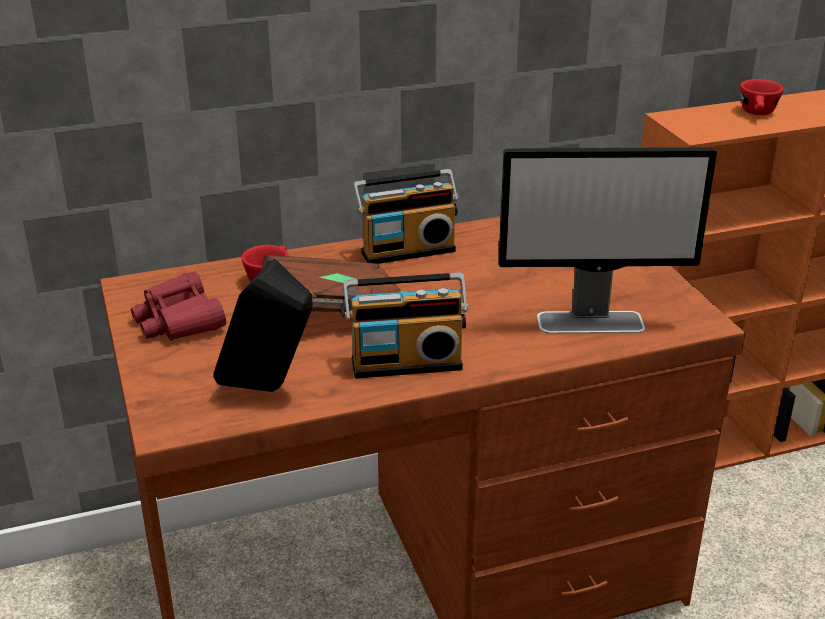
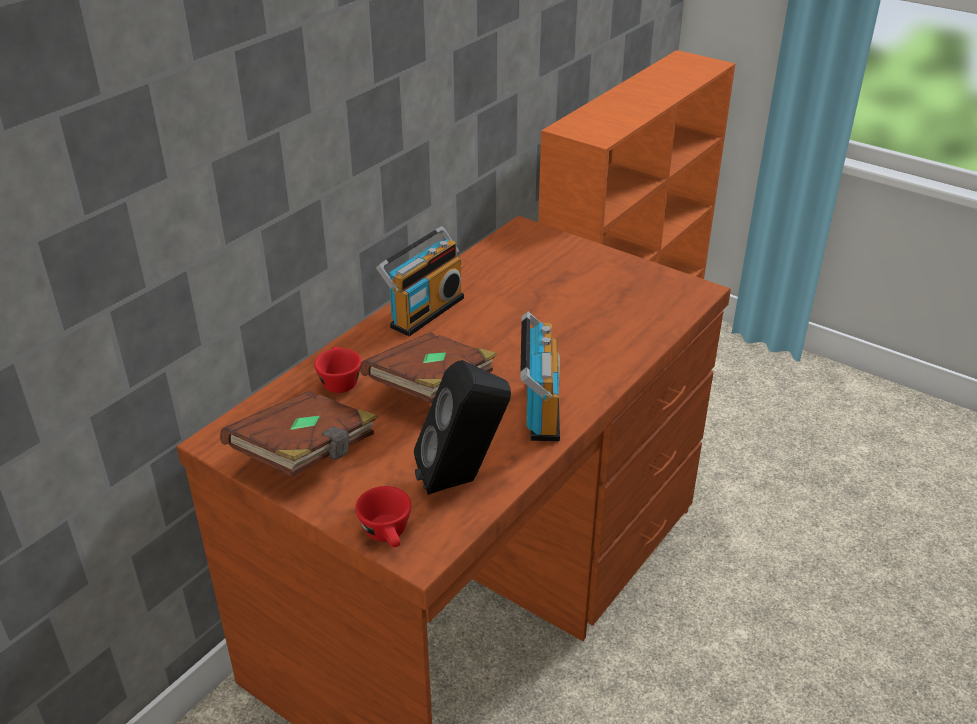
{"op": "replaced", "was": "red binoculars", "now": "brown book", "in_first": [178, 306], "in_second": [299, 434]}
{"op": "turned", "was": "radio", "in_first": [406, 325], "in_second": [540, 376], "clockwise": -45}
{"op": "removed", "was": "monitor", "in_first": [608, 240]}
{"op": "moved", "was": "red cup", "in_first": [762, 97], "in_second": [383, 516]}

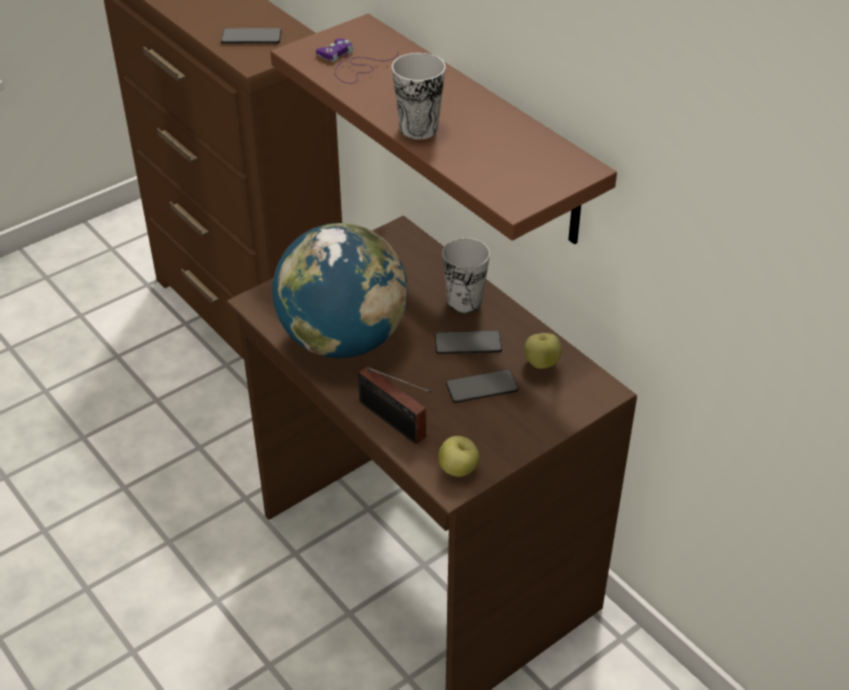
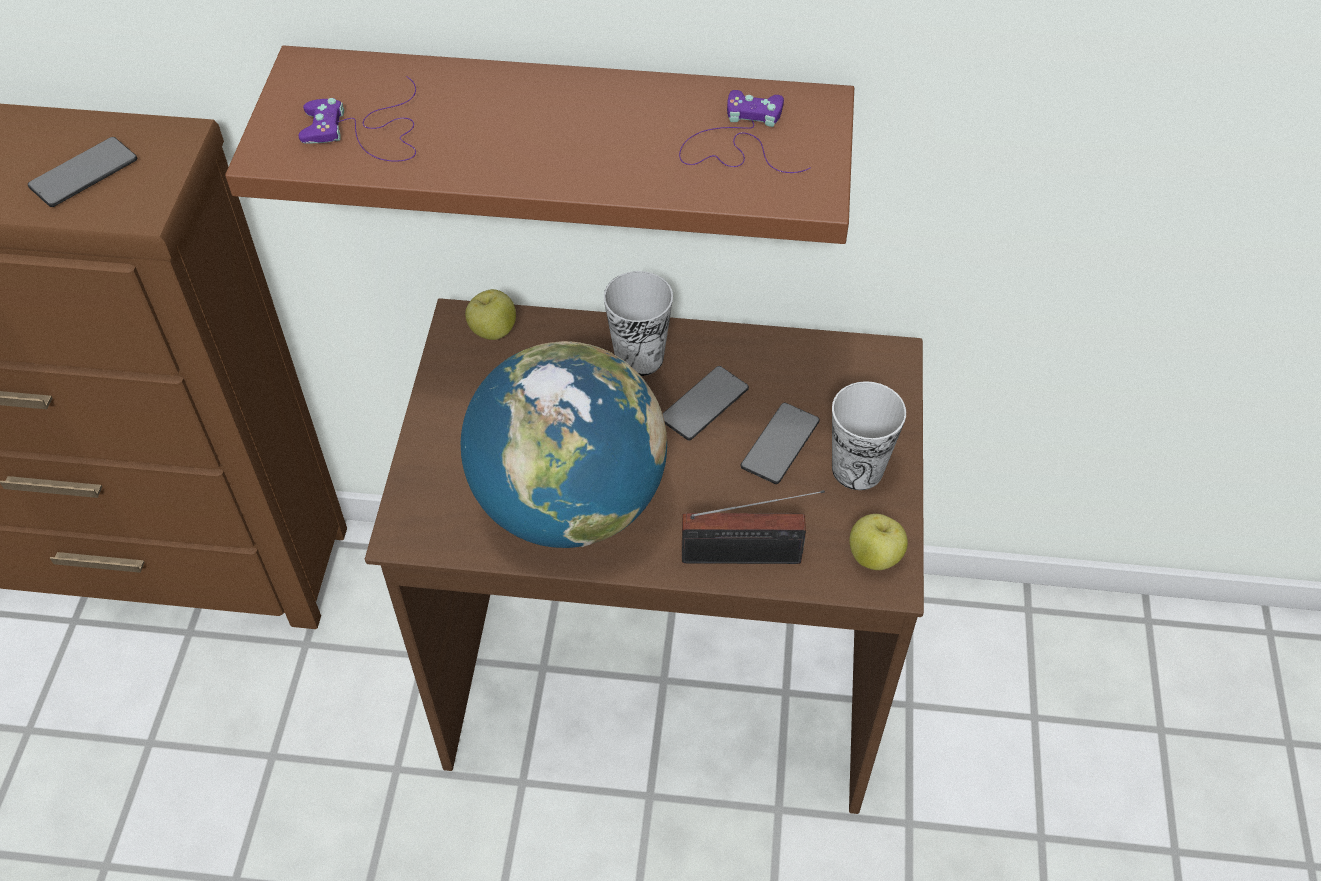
{"op": "moved", "was": "cup", "in_first": [419, 96], "in_second": [869, 435]}
{"op": "moved", "was": "apple", "in_first": [543, 351], "in_second": [490, 314]}
{"op": "added", "now": "purple game controller", "in_second": [745, 131]}

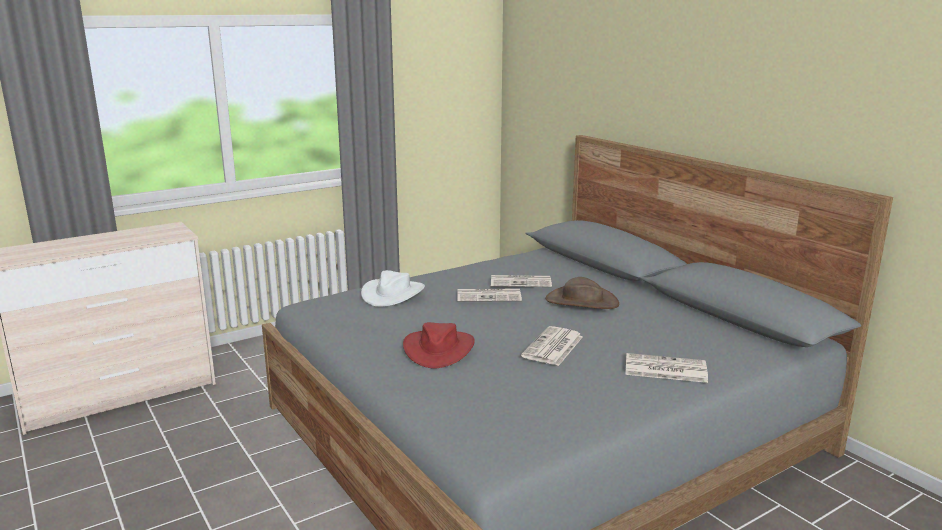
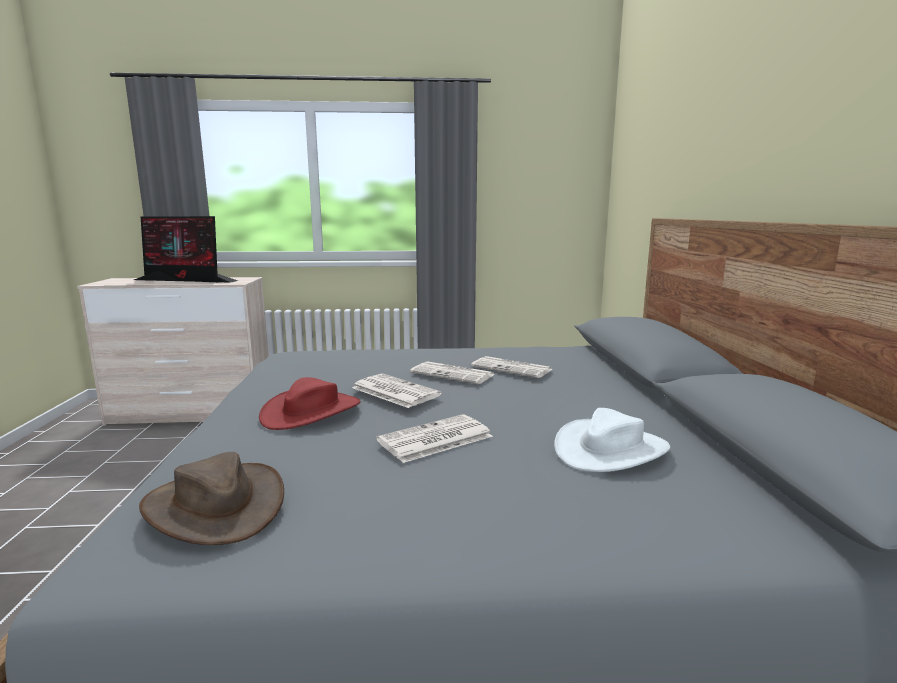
{"op": "moved", "was": "white hat", "in_first": [393, 288], "in_second": [612, 440]}
{"op": "moved", "was": "brown hat", "in_first": [582, 293], "in_second": [211, 498]}
{"op": "moved", "was": "newspaper", "in_first": [666, 368], "in_second": [396, 391]}
{"op": "added", "now": "monitor", "in_second": [186, 249]}

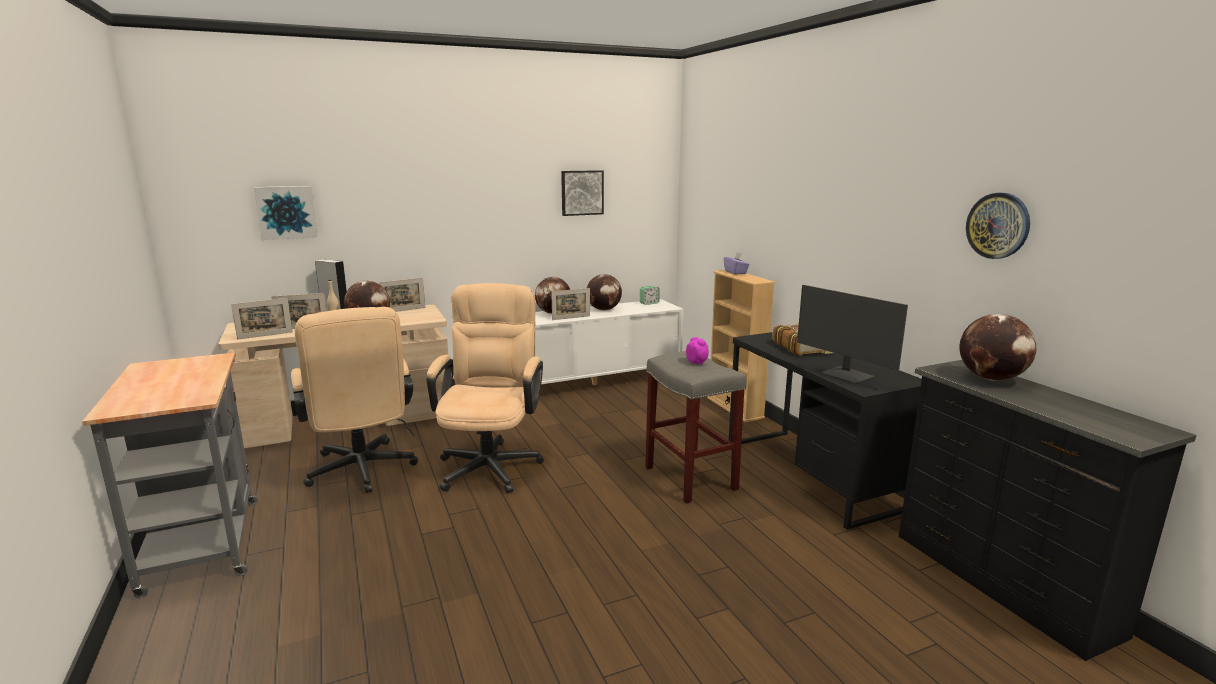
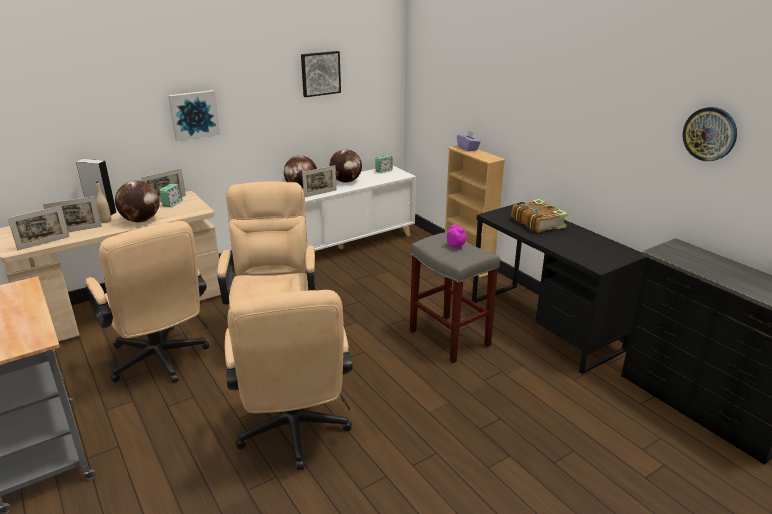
{"op": "moved", "was": "picture", "in_first": [286, 213], "in_second": [194, 116]}
{"op": "removed", "was": "monitor", "in_first": [852, 334]}
{"op": "removed", "was": "globe", "in_first": [998, 347]}
{"op": "added", "now": "alarm clock", "in_second": [171, 195]}
{"op": "added", "now": "beige office chair", "in_second": [288, 380]}

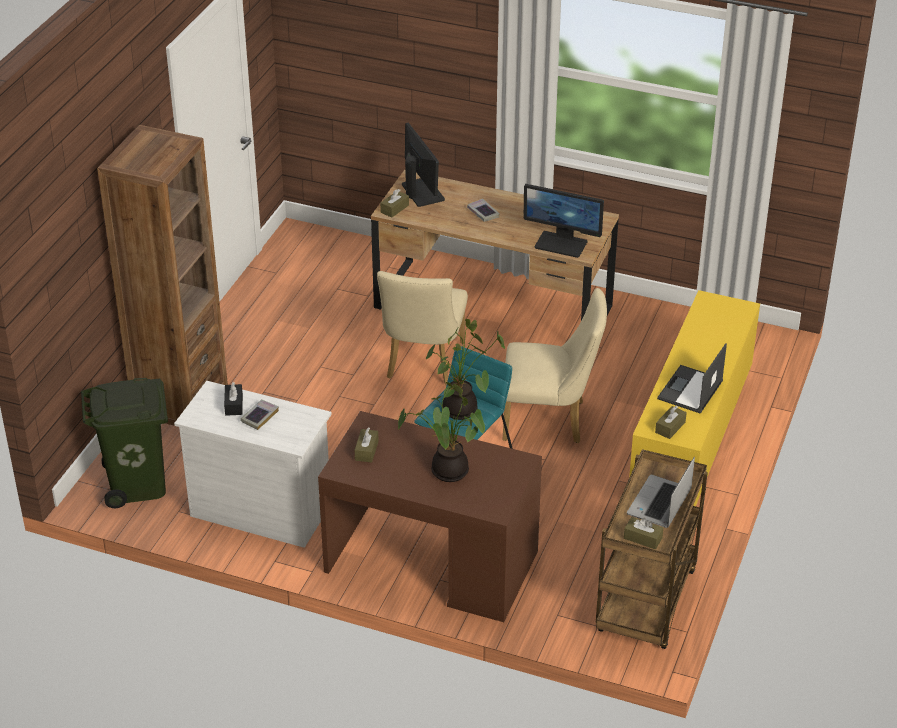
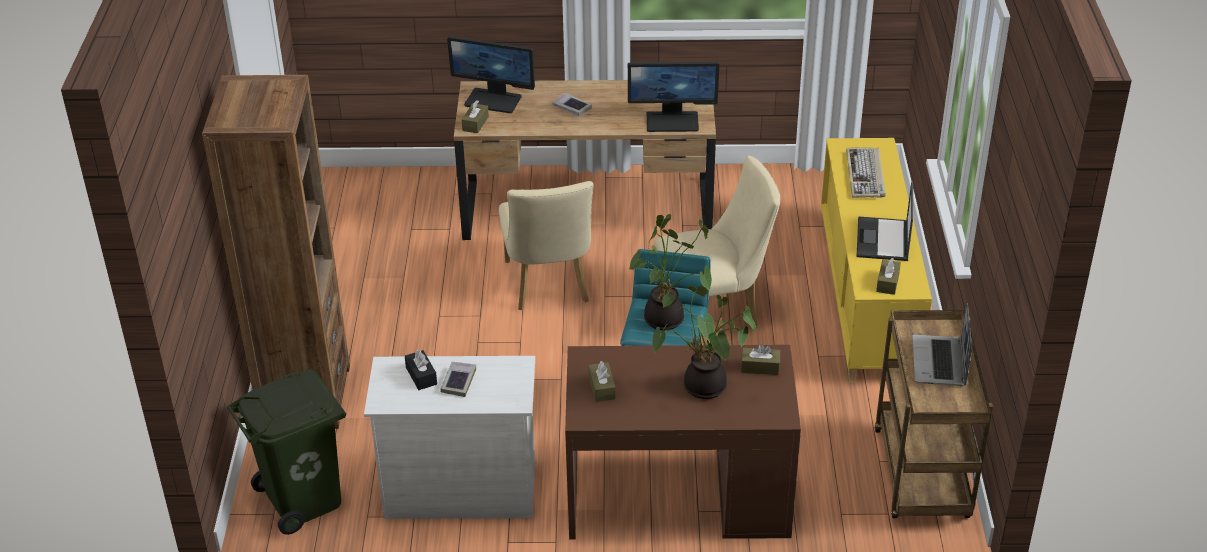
{"op": "turned", "was": "monitor", "in_first": [423, 165], "in_second": [491, 74], "clockwise": 150}
{"op": "moved", "was": "brown tissue box", "in_first": [643, 533], "in_second": [760, 359]}
{"op": "added", "now": "keyboard", "in_second": [866, 172]}

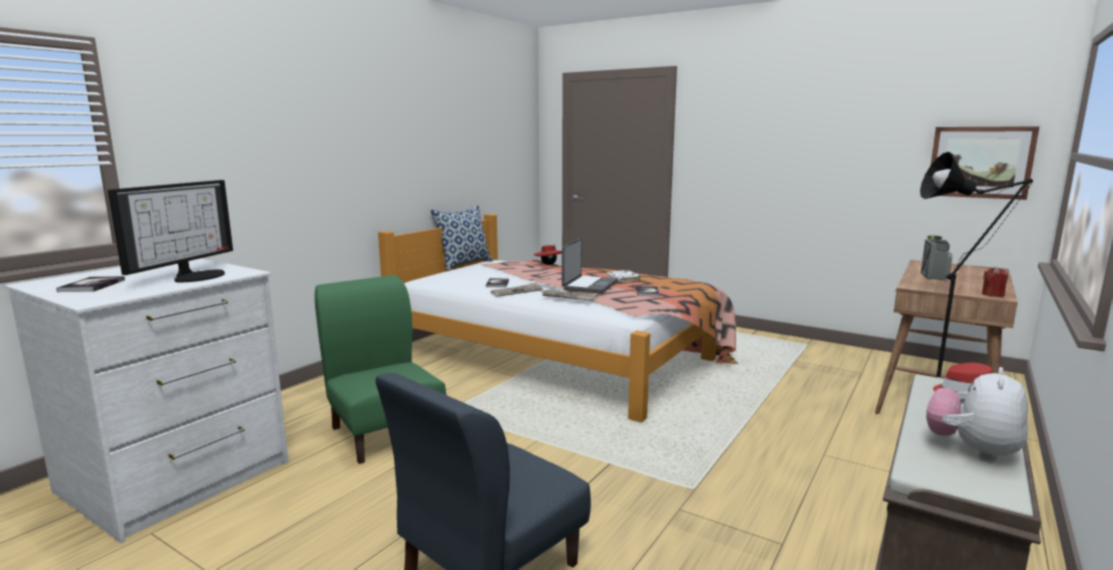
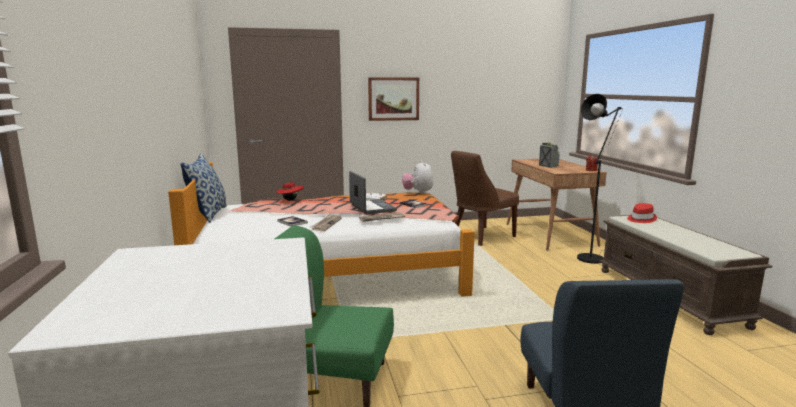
{"op": "removed", "was": "book", "in_first": [90, 284]}
{"op": "removed", "was": "monitor", "in_first": [170, 231]}
{"op": "moved", "was": "plush toy", "in_first": [977, 414], "in_second": [418, 177]}
{"op": "moved", "was": "picture", "in_first": [985, 163], "in_second": [393, 99]}
{"op": "added", "now": "brown chair", "in_second": [485, 198]}

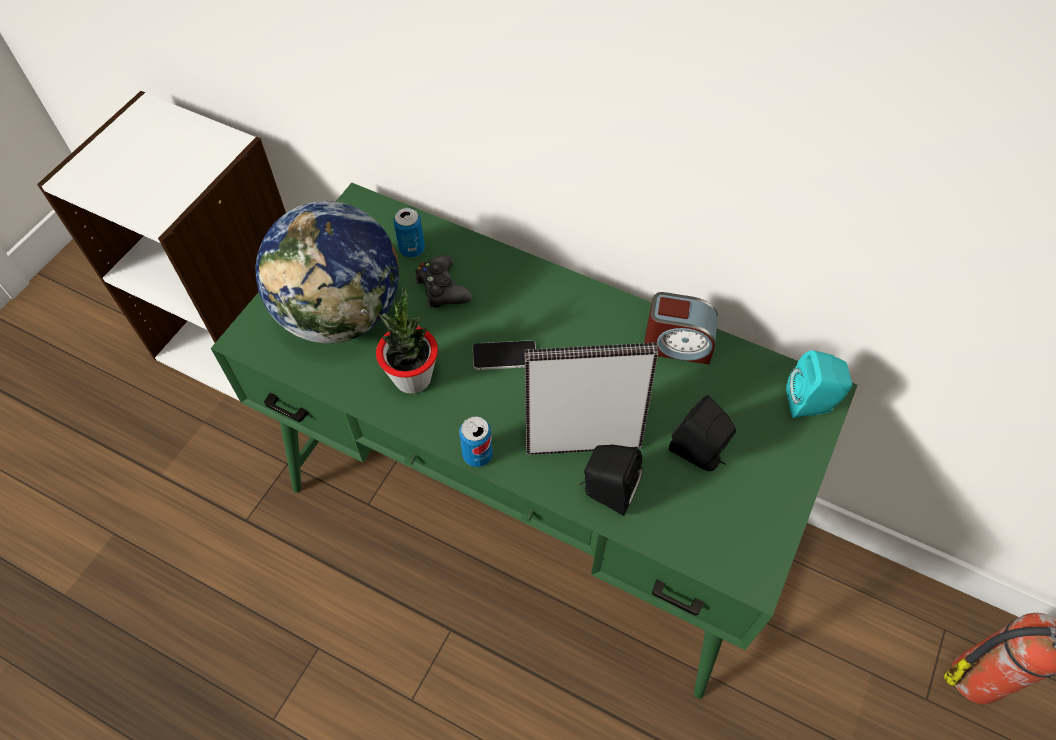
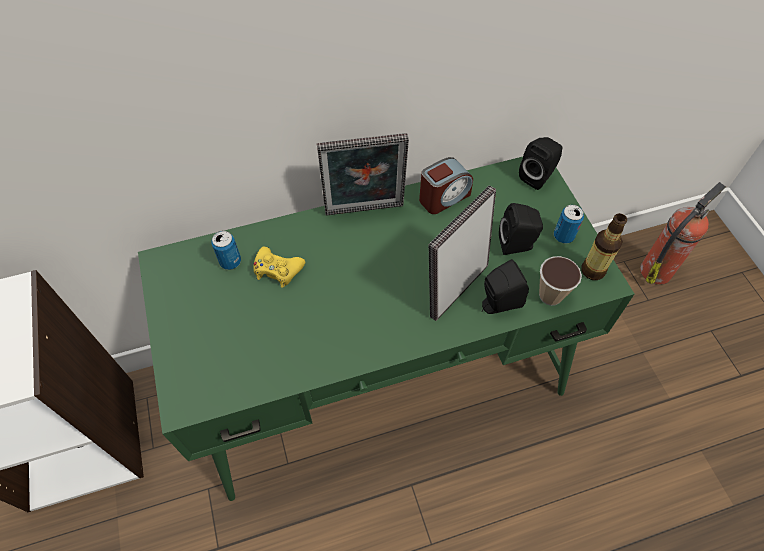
{"op": "removed", "was": "globe", "in_first": [327, 272]}
{"op": "removed", "was": "potted plant", "in_first": [407, 340]}
{"op": "recoloured", "was": "black game controller", "now": "yellow game controller", "in_first": [443, 281], "in_second": [279, 267]}
{"op": "moved", "was": "can", "in_first": [476, 441], "in_second": [569, 224]}
{"op": "removed", "was": "phone", "in_first": [504, 355]}
{"op": "recoloured", "was": "turquoise speaker", "now": "black speaker", "in_first": [819, 384], "in_second": [540, 163]}
{"op": "added", "now": "picture frame", "in_second": [363, 174]}
{"op": "added", "now": "cup", "in_second": [560, 281]}
{"op": "added", "now": "bottle", "in_second": [604, 246]}

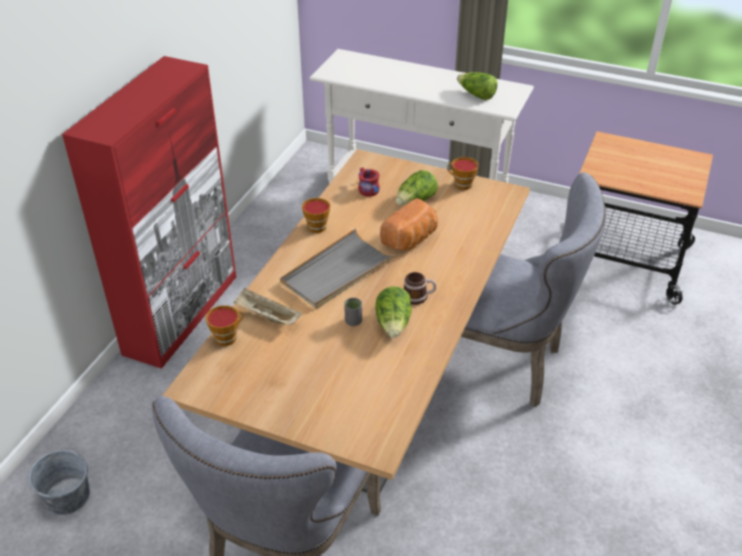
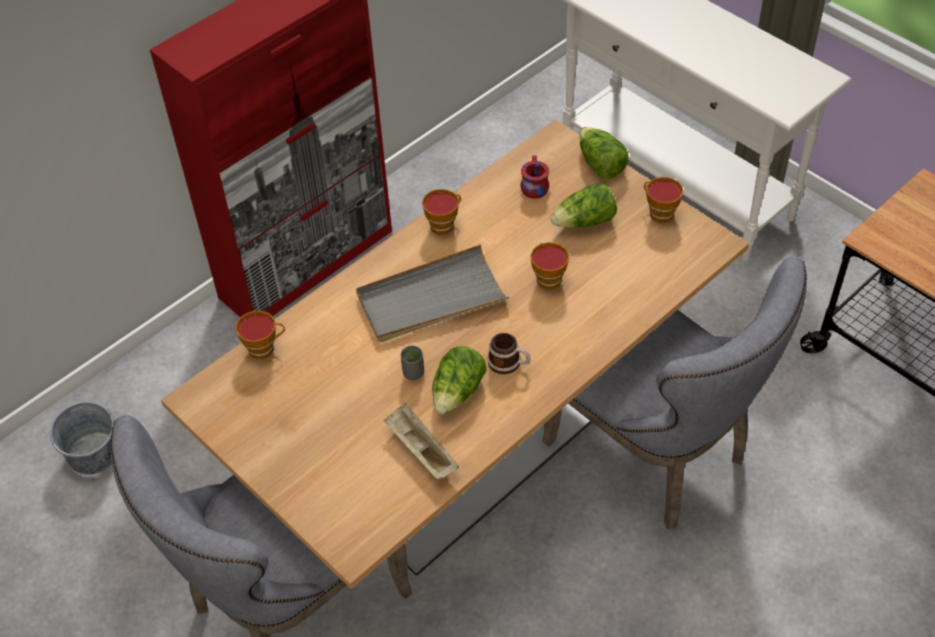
{"op": "moved", "was": "beige tray", "in_first": [267, 306], "in_second": [421, 441]}
{"op": "replaced", "was": "bread", "now": "cup", "in_first": [409, 224], "in_second": [550, 266]}
{"op": "moved", "was": "lettuce", "in_first": [477, 86], "in_second": [603, 153]}

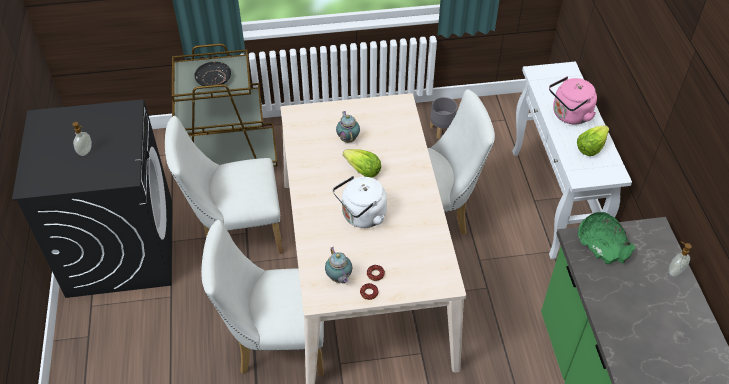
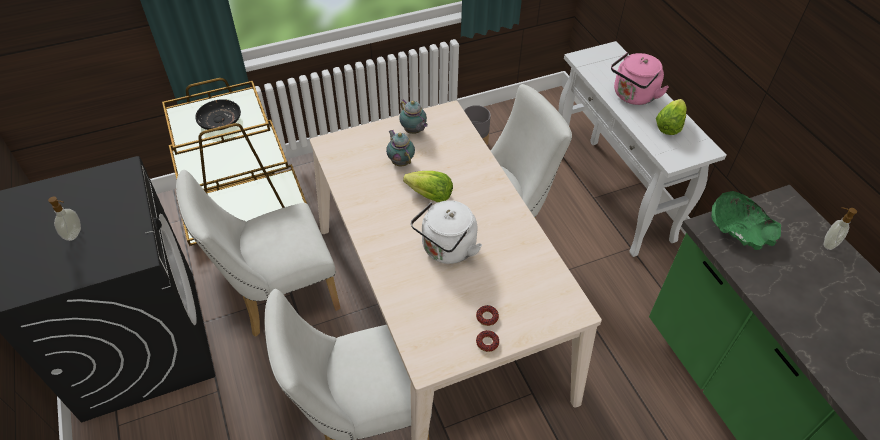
{"op": "moved", "was": "teapot", "in_first": [338, 265], "in_second": [413, 116]}

